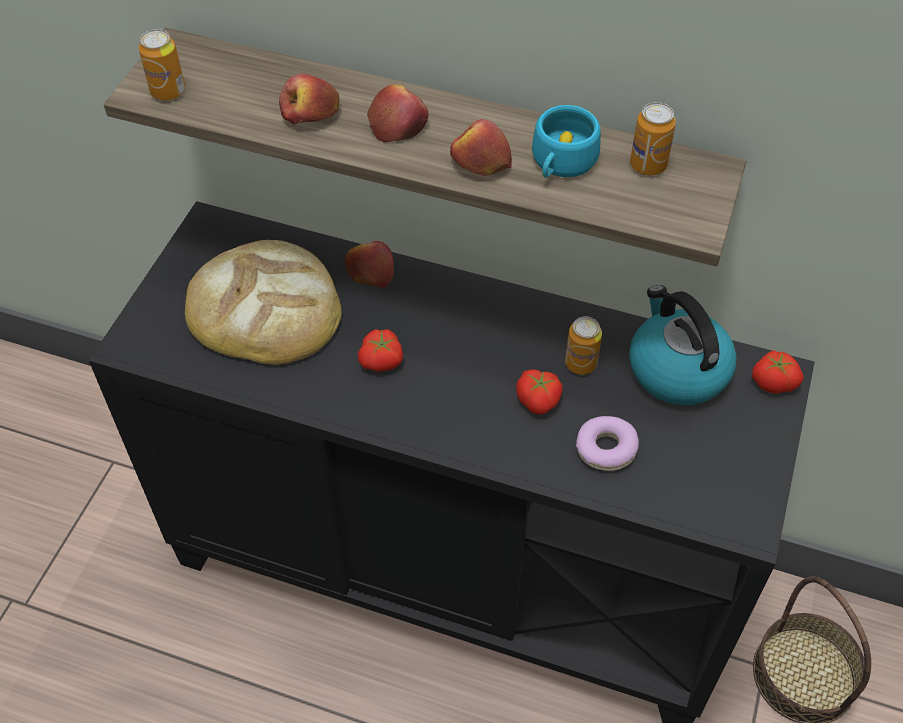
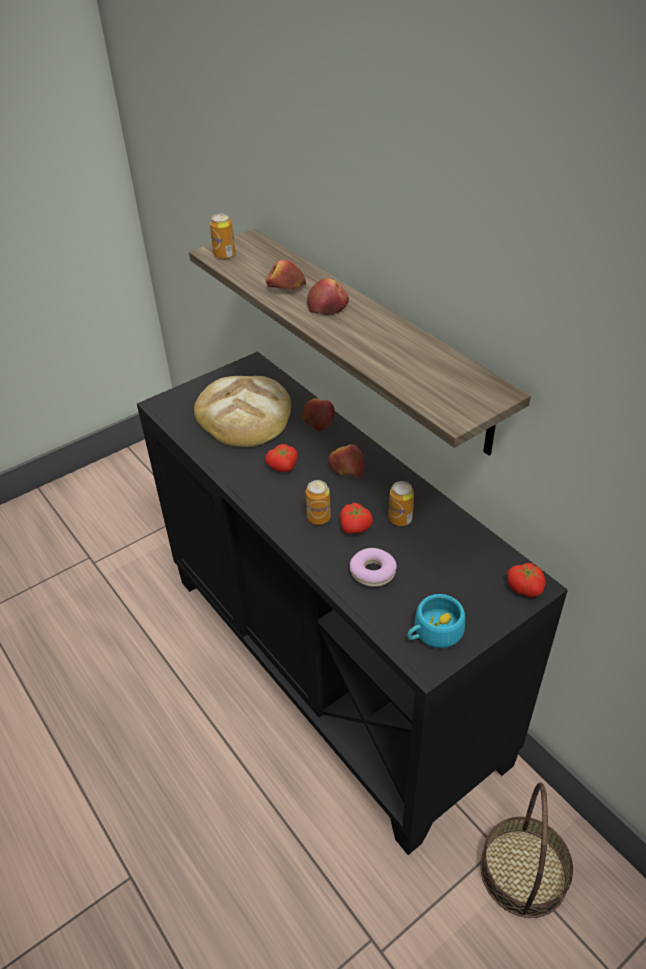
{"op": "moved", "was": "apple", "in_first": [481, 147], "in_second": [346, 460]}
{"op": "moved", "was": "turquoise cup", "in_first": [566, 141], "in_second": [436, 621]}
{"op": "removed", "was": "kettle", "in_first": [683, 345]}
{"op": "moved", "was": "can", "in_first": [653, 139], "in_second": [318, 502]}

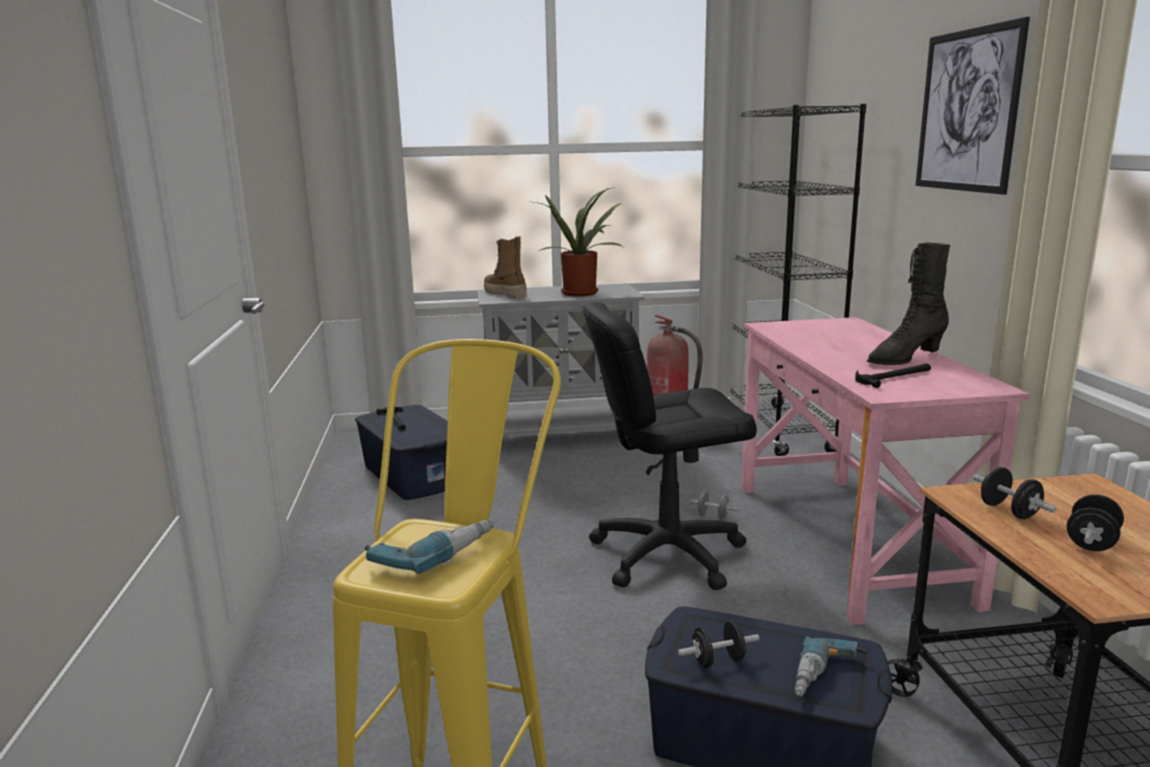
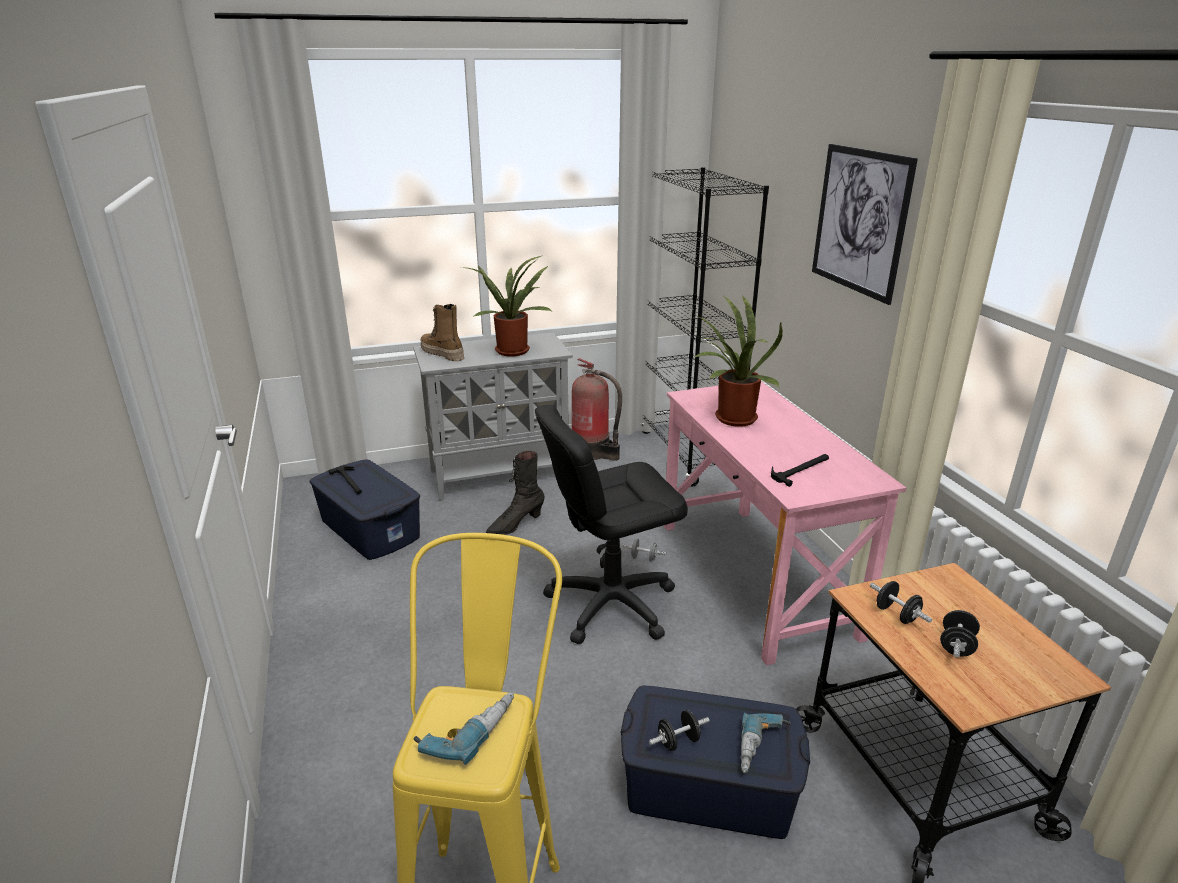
{"op": "moved", "was": "black boot", "in_first": [908, 303], "in_second": [515, 493]}
{"op": "added", "now": "potted plant", "in_second": [738, 361]}

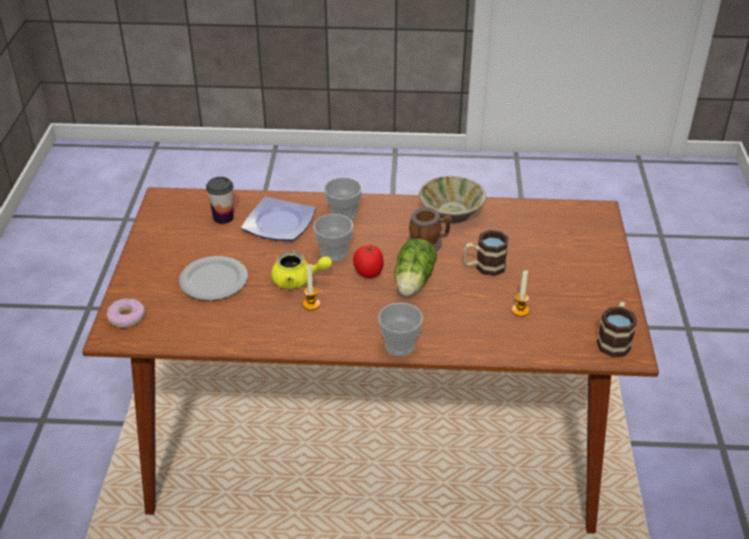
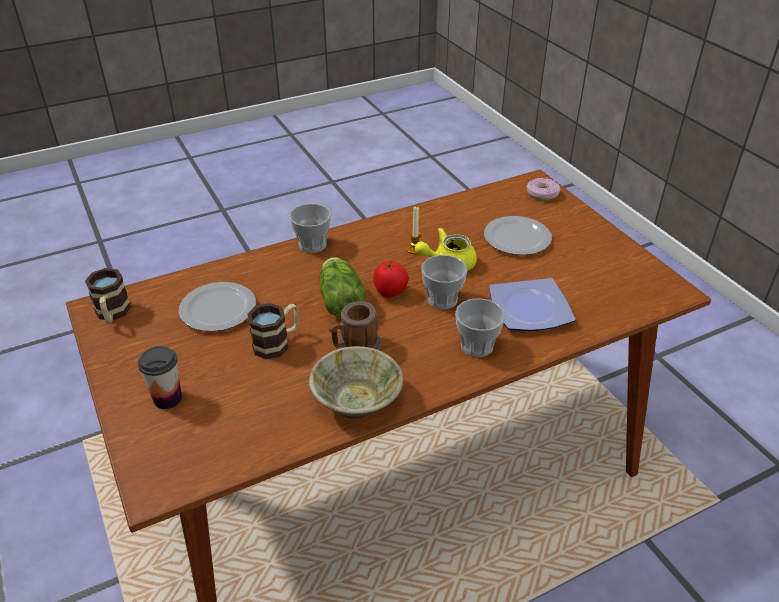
{"op": "moved", "was": "cup", "in_first": [220, 200], "in_second": [160, 377]}
{"op": "replaced", "was": "candle", "now": "plate", "in_first": [521, 293], "in_second": [217, 307]}

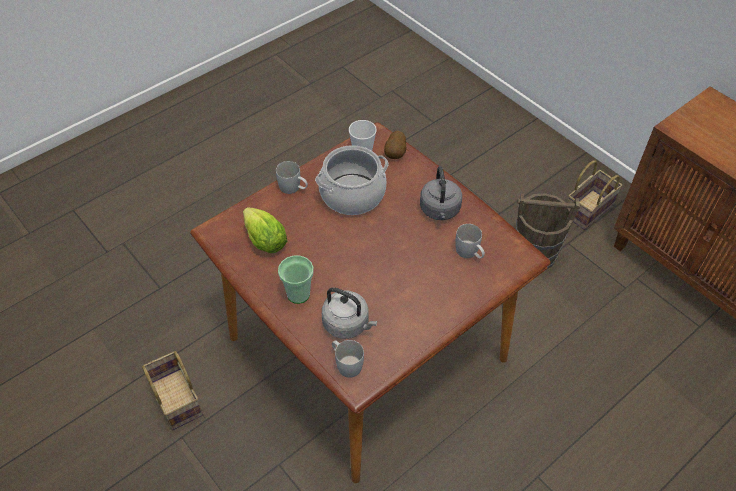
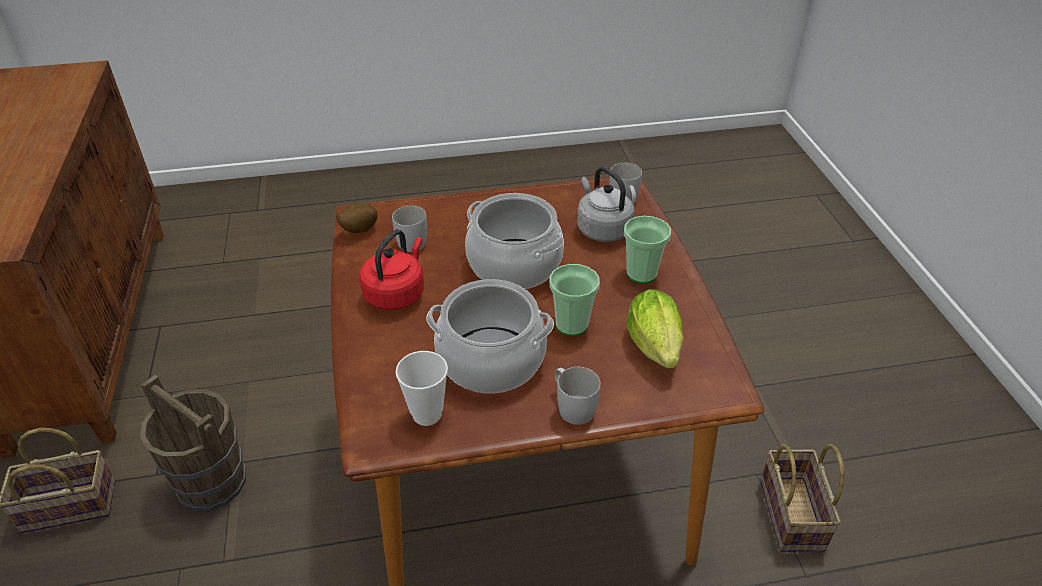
{"op": "moved", "was": "potato", "in_first": [395, 145], "in_second": [356, 218]}
{"op": "recoloured", "was": "grey kettle", "now": "red kettle", "in_first": [441, 193], "in_second": [392, 269]}
{"op": "added", "now": "cooking pot", "in_second": [514, 241]}
{"op": "added", "now": "cup", "in_second": [574, 300]}

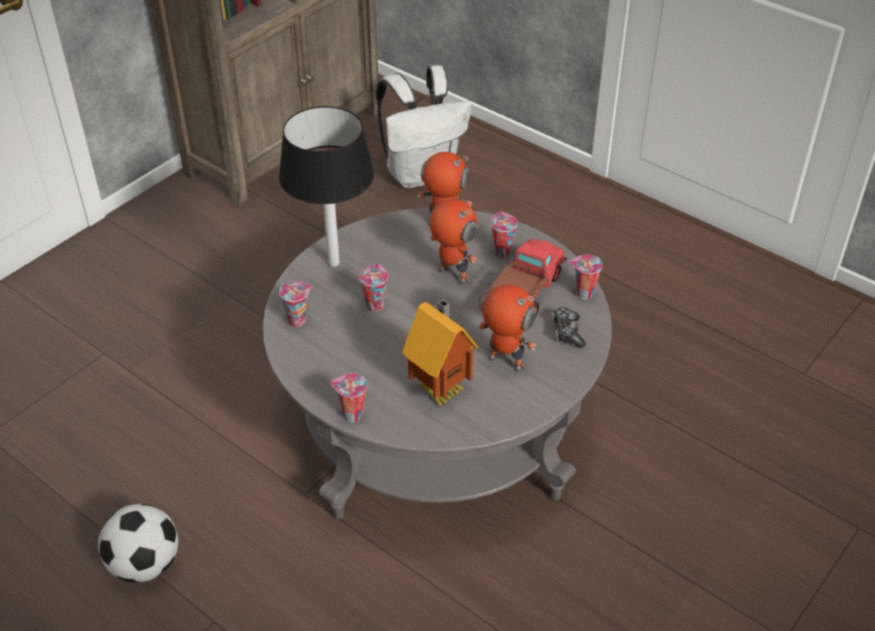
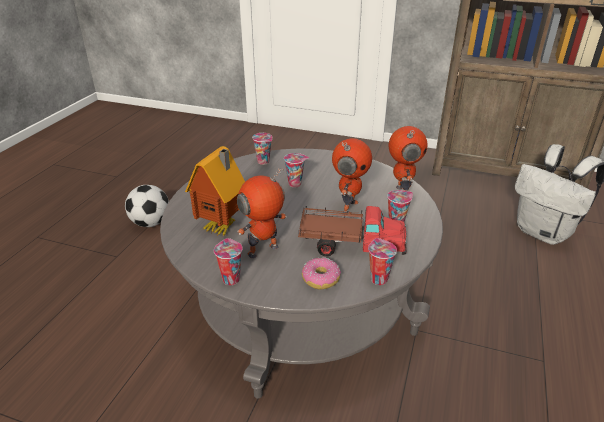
{"op": "removed", "was": "black table lamp", "in_first": [326, 186]}
{"op": "moved", "was": "cup", "in_first": [348, 397], "in_second": [228, 261]}
{"op": "turned", "was": "toy robot", "in_first": [507, 329], "in_second": [262, 213], "clockwise": -135}
{"op": "replaced", "was": "game controller", "now": "donut", "in_first": [569, 327], "in_second": [321, 273]}

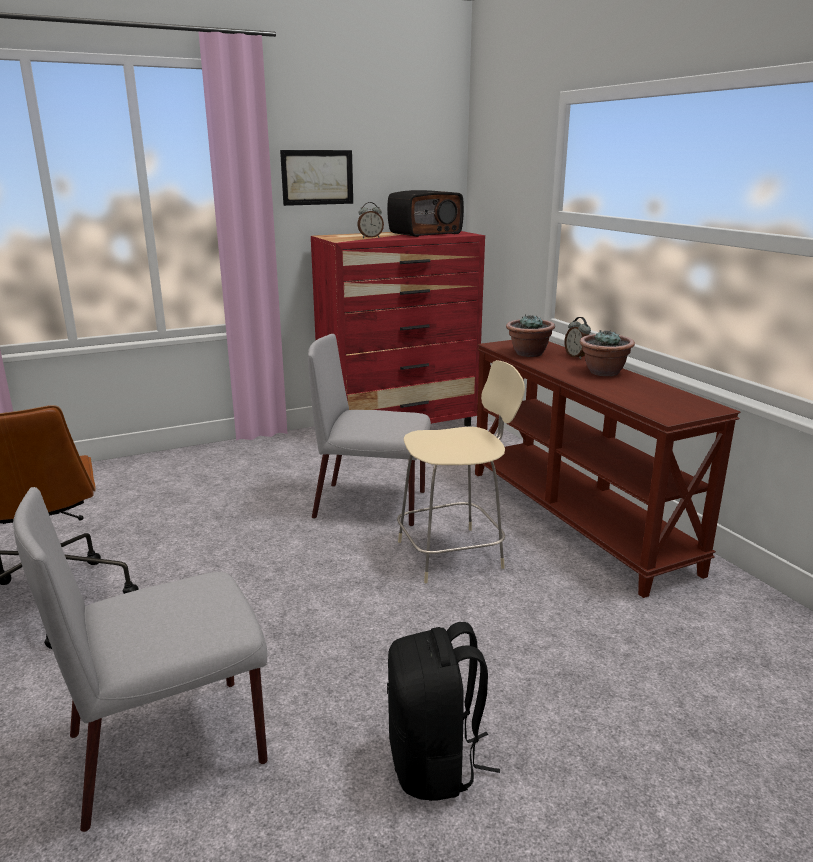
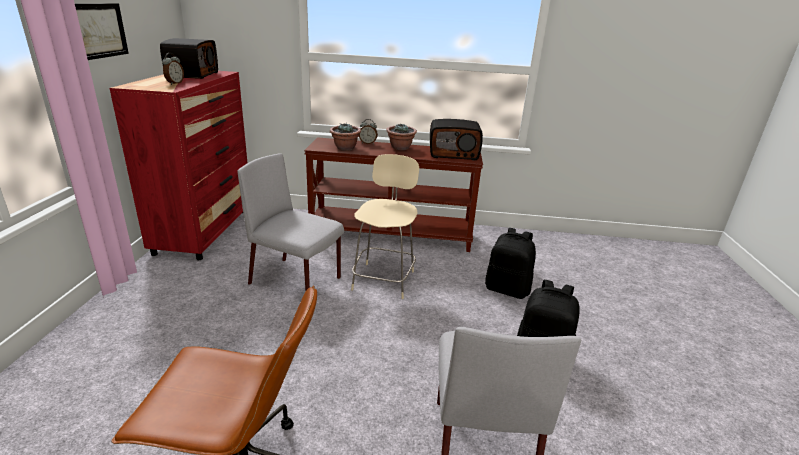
{"op": "turned", "was": "grey chair", "in_first": [369, 430], "in_second": [290, 222], "clockwise": 75}
{"op": "added", "now": "radio", "in_second": [456, 140]}
{"op": "added", "now": "black backpack", "in_second": [510, 263]}

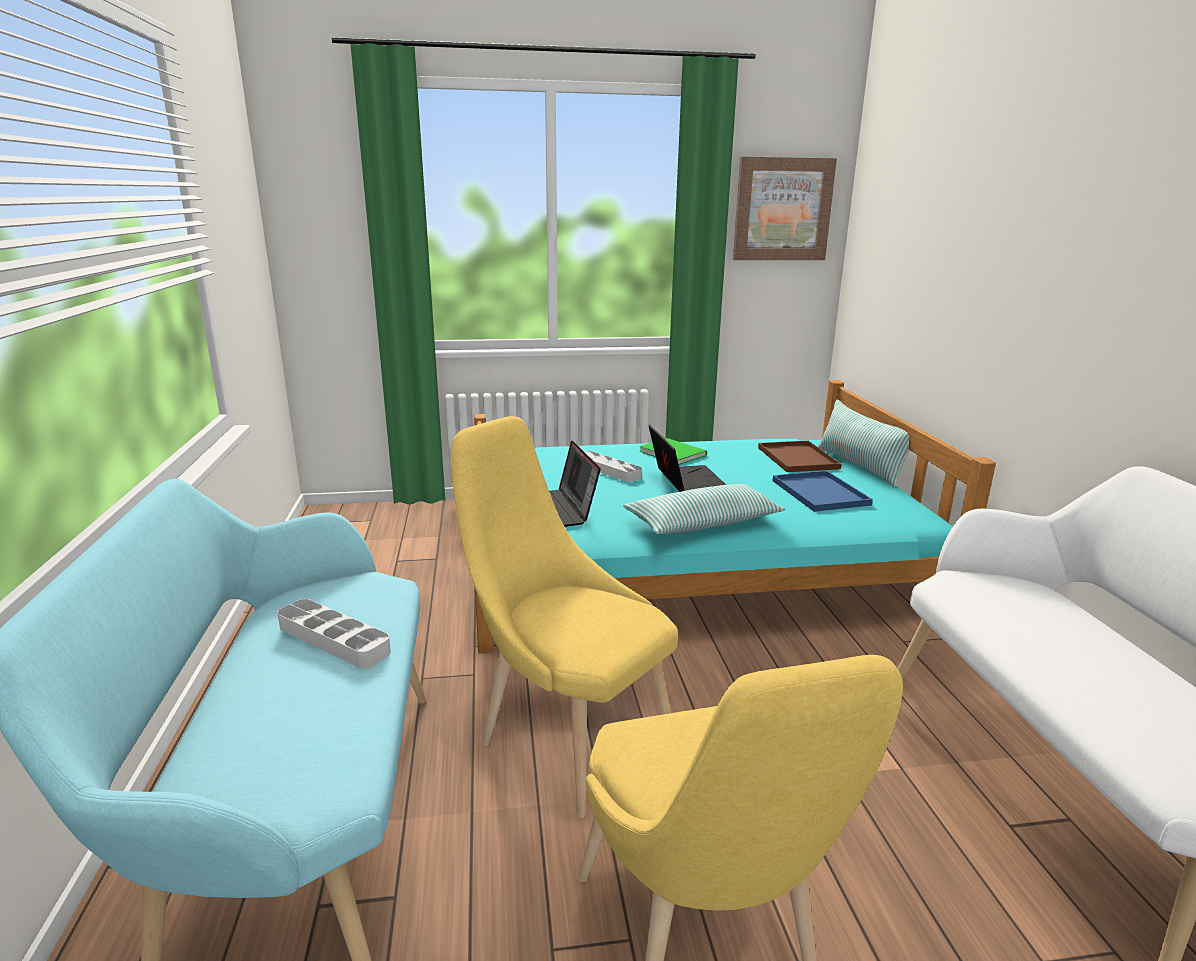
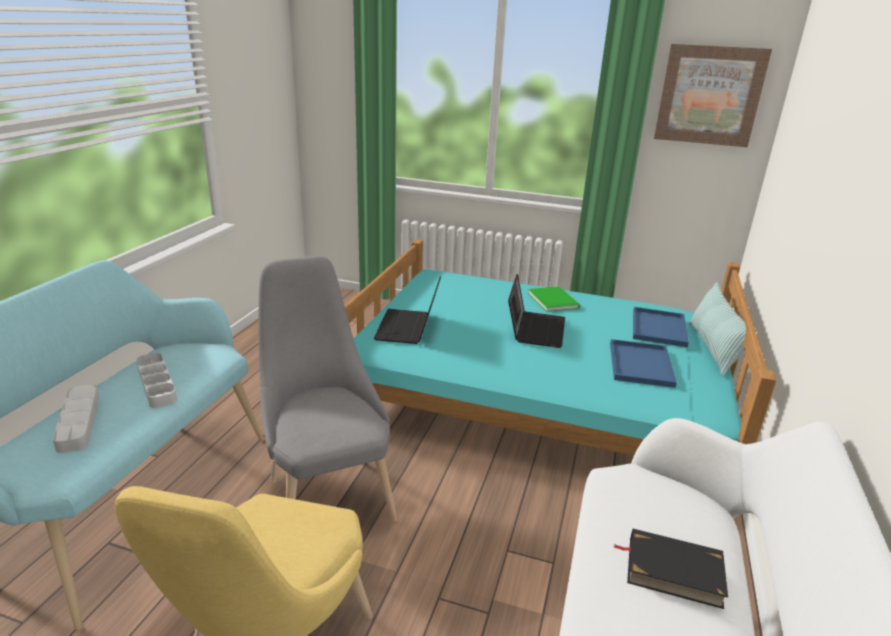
{"op": "recoloured", "was": "yellow chair", "now": "grey chair", "in_first": [564, 617], "in_second": [327, 389]}
{"op": "moved", "was": "grey tray", "in_first": [613, 466], "in_second": [76, 418]}
{"op": "removed", "was": "pillow", "in_first": [704, 509]}
{"op": "recoloured", "was": "brown tray", "now": "blue tray", "in_first": [800, 456], "in_second": [661, 327]}
{"op": "added", "now": "black book", "in_second": [670, 569]}

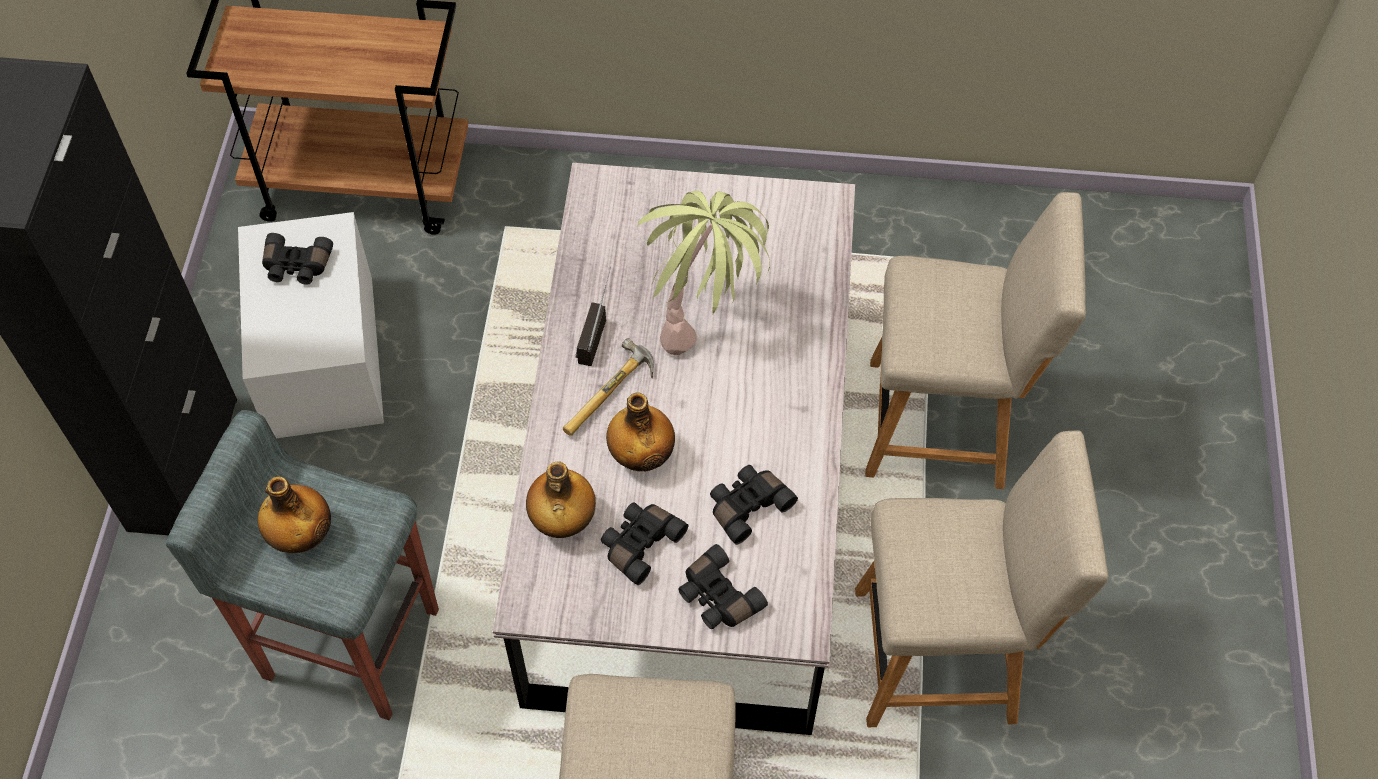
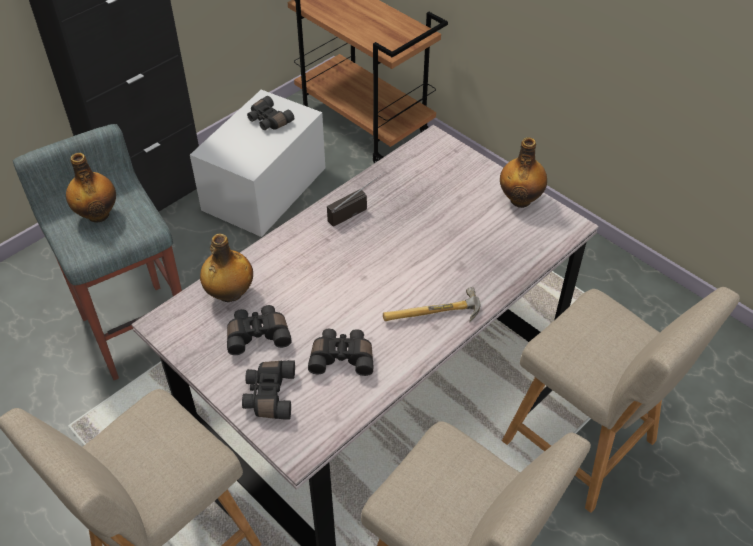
{"op": "moved", "was": "hammer", "in_first": [608, 387], "in_second": [431, 304]}
{"op": "moved", "was": "bottle", "in_first": [640, 432], "in_second": [523, 172]}
{"op": "removed", "was": "potted plant", "in_first": [703, 272]}

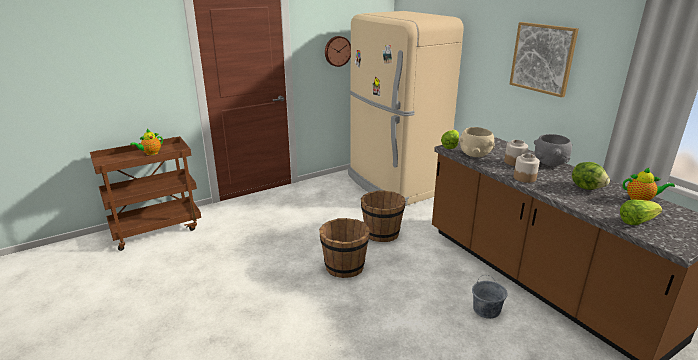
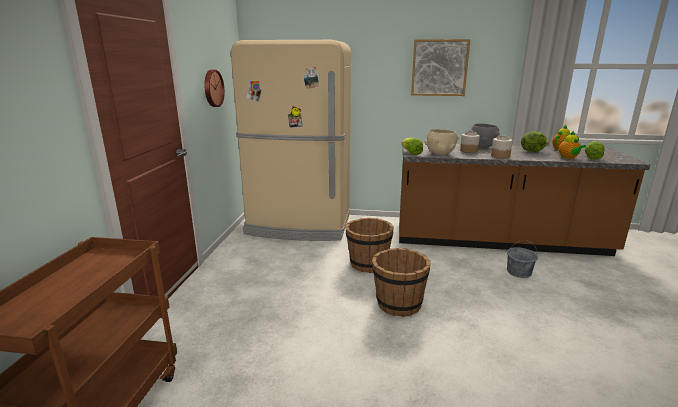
{"op": "moved", "was": "teapot", "in_first": [146, 142], "in_second": [572, 145]}

